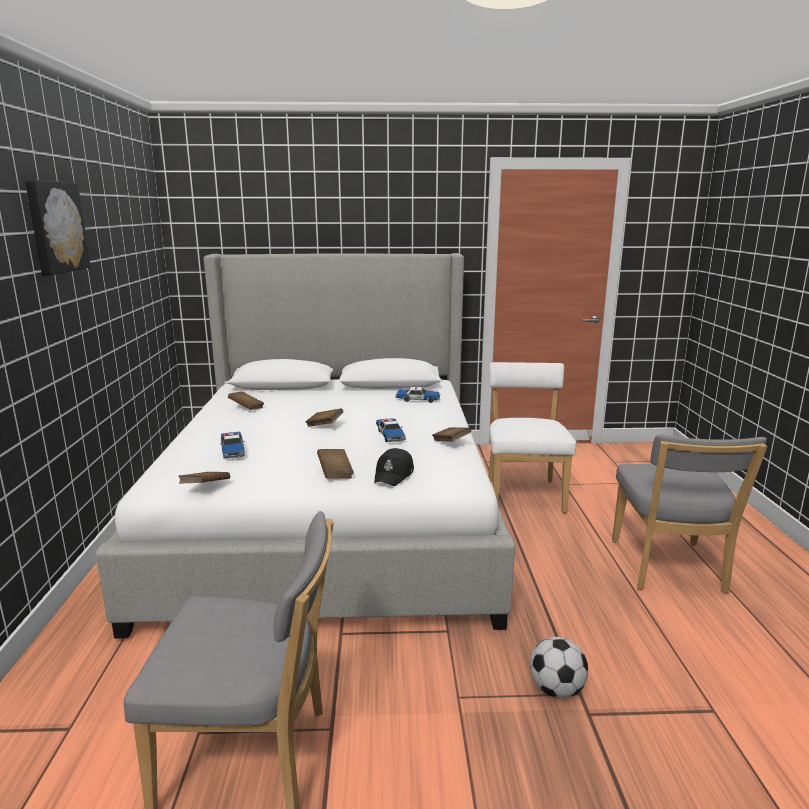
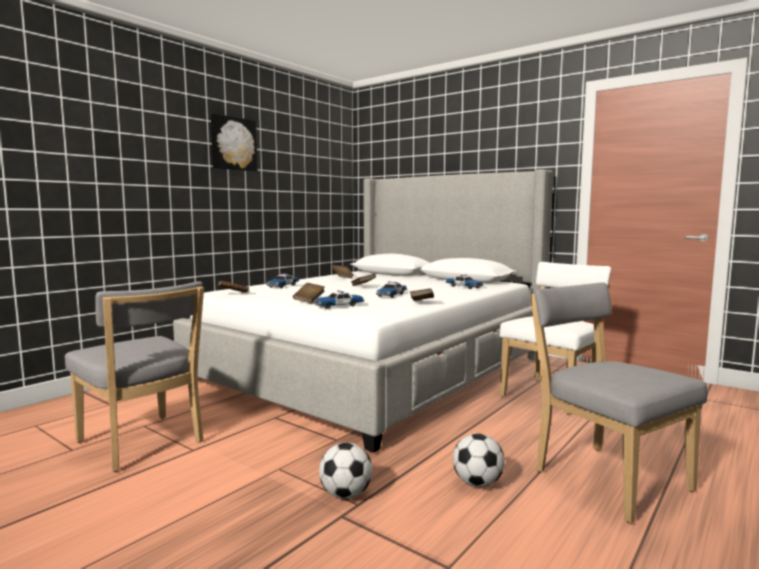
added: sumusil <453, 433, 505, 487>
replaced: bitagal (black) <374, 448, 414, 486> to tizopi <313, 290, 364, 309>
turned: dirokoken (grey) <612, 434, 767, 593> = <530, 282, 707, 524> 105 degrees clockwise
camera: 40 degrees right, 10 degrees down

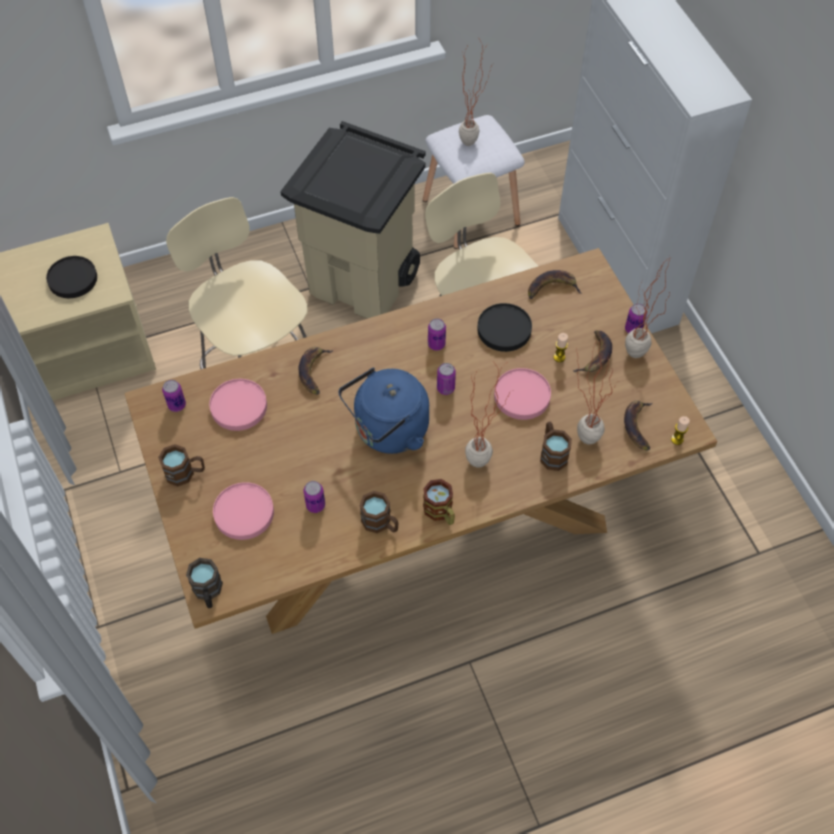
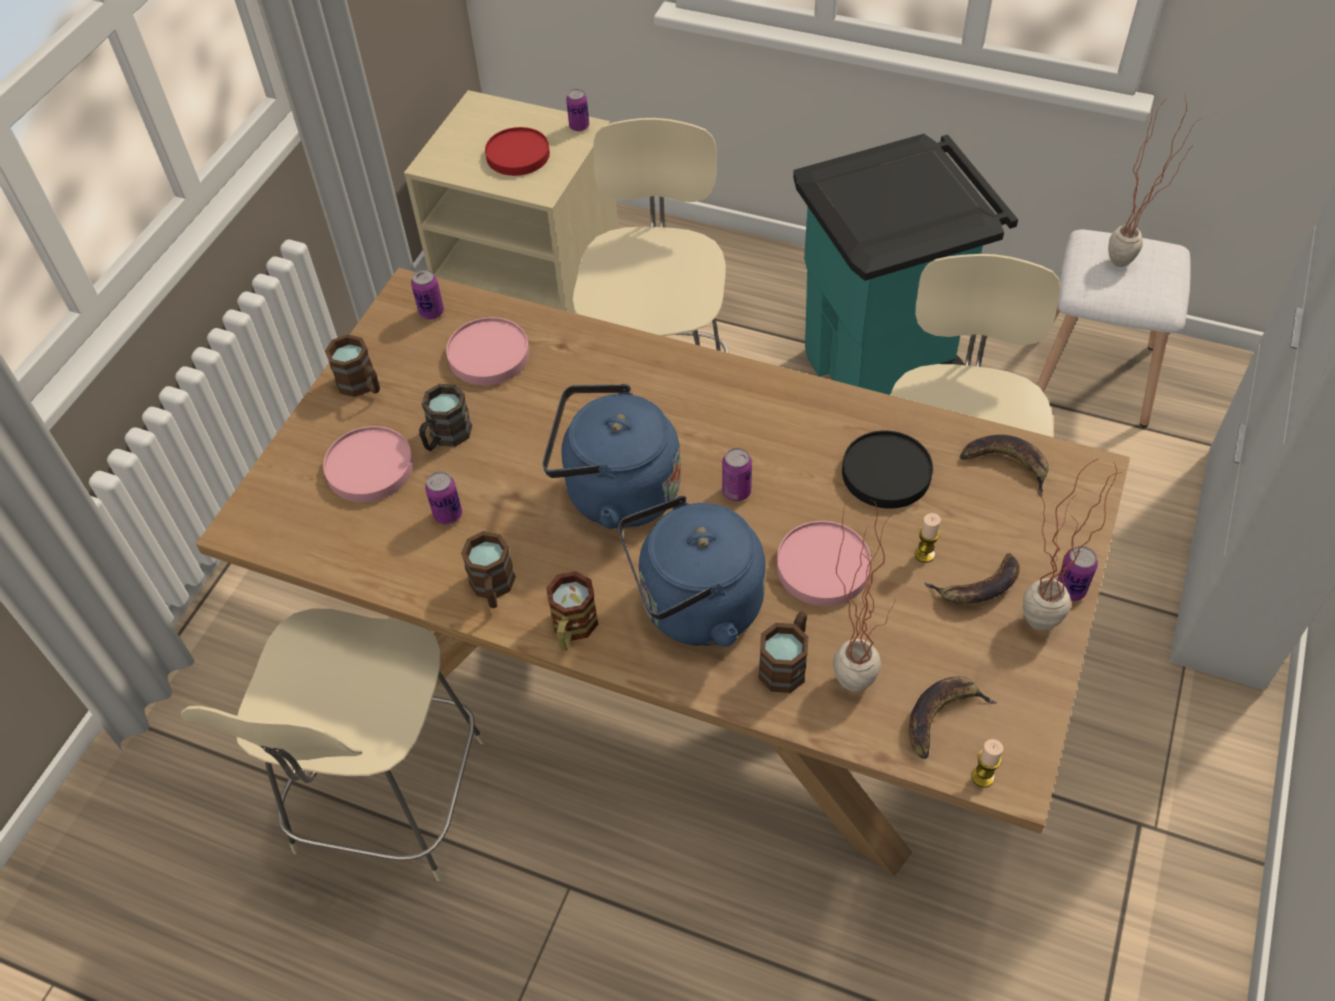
removed: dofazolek <299, 347, 334, 395>
added: dirokoken (beige) <181, 609, 485, 881>
moved: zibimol <428, 319, 446, 350> to <566, 89, 589, 131>; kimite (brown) <186, 558, 223, 608> to <419, 384, 472, 451>
replaced: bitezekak <465, 361, 512, 468> to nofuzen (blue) <618, 496, 766, 646>
recoloured: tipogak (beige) <280, 121, 426, 319> to tipogak (turquoise) <793, 134, 1018, 395>; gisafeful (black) <46, 256, 97, 298> to gisafeful (red) <485, 127, 550, 176>
camera: 45 degrees right, 5 degrees down

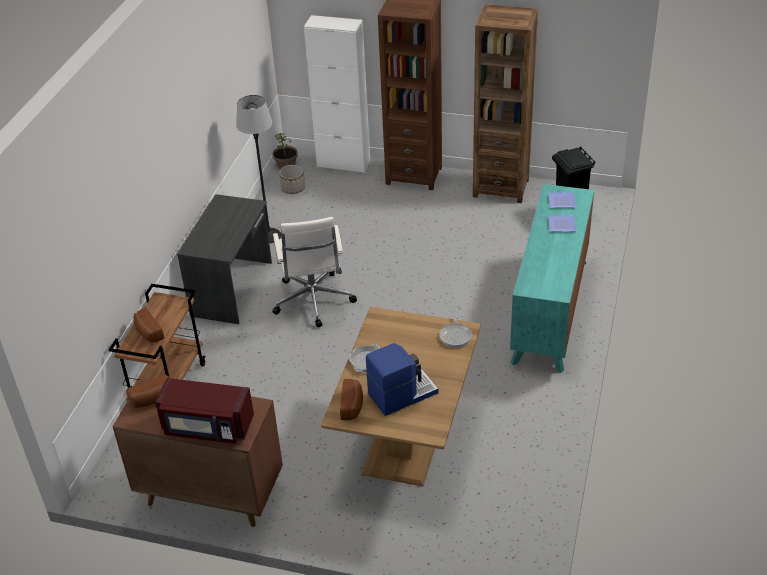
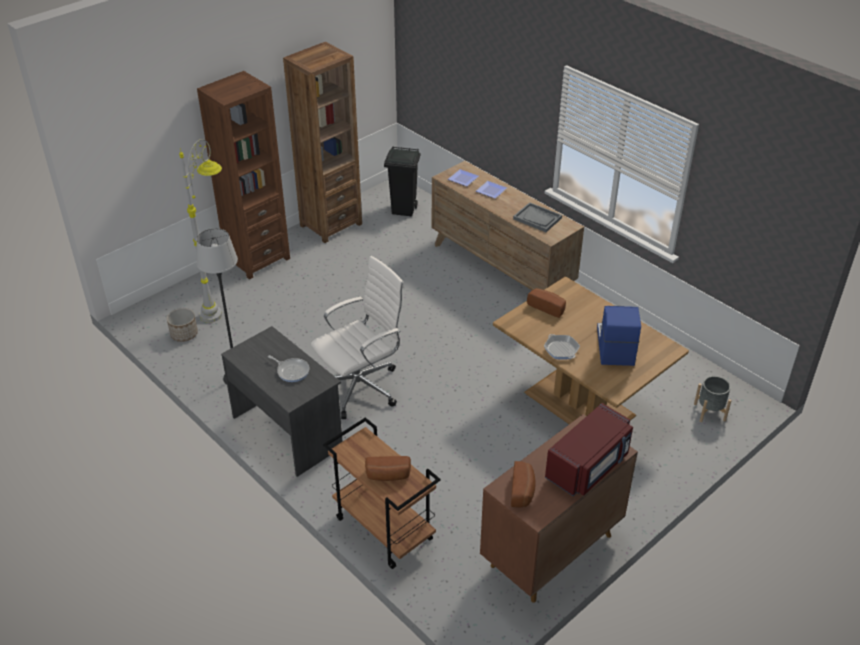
removed: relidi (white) <304, 15, 370, 173>; bitezekak <272, 133, 298, 169>
added: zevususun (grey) <179, 139, 222, 323>; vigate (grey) <513, 202, 562, 232>; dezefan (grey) <694, 376, 732, 422>
moved: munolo <439, 311, 472, 347> to <268, 355, 309, 382>; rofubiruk <340, 379, 363, 420> to <527, 288, 566, 318>
recoloured: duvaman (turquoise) <510, 184, 594, 373> to duvaman (brown) <432, 161, 584, 290>
turned: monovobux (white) <272, 217, 357, 327> = <311, 256, 404, 419> 60 degrees counterclockwise
camera: 60 degrees left, 0 degrees up

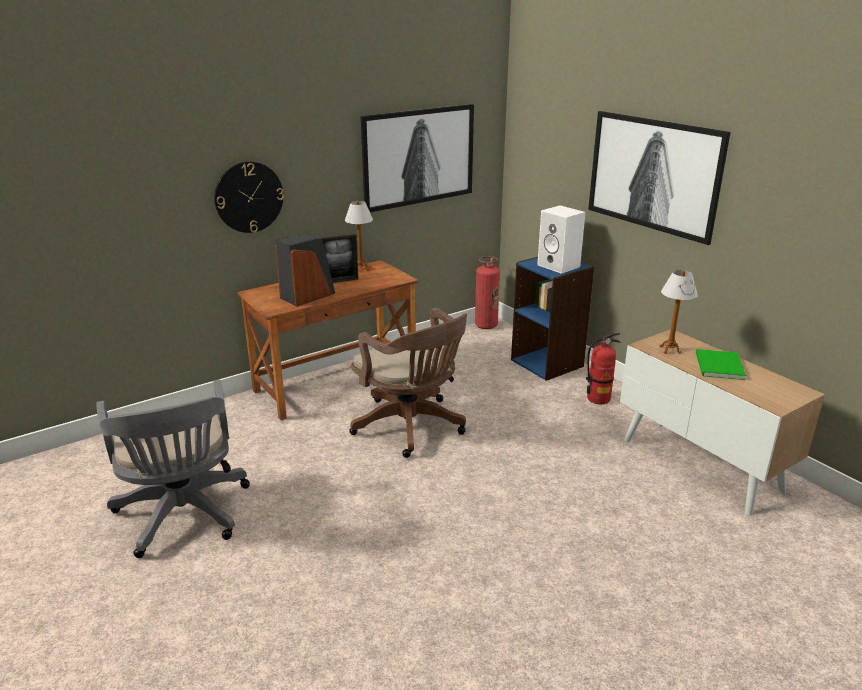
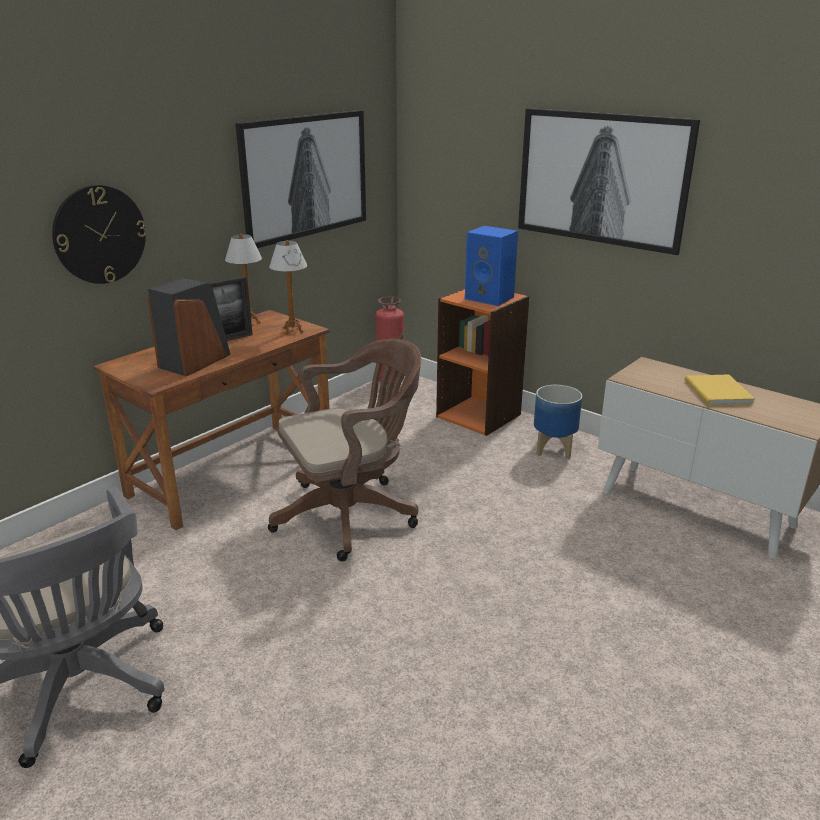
moved: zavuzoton <660, 270, 698, 354> to <269, 240, 307, 335>
replaced: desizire <586, 333, 621, 404> to dezefan <534, 385, 582, 459>
recoloured: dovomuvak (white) <537, 205, 585, 274> to dovomuvak (blue) <465, 226, 518, 306>; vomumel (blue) <511, 257, 594, 381> to vomumel (orange) <436, 288, 530, 436>; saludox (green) <696, 349, 746, 380> to saludox (yellow) <685, 375, 755, 406>
turned: monovobux (brown) <349, 308, 467, 458> = <268, 339, 421, 561> 60 degrees counterclockwise
camera: 15 degrees left, 0 degrees up

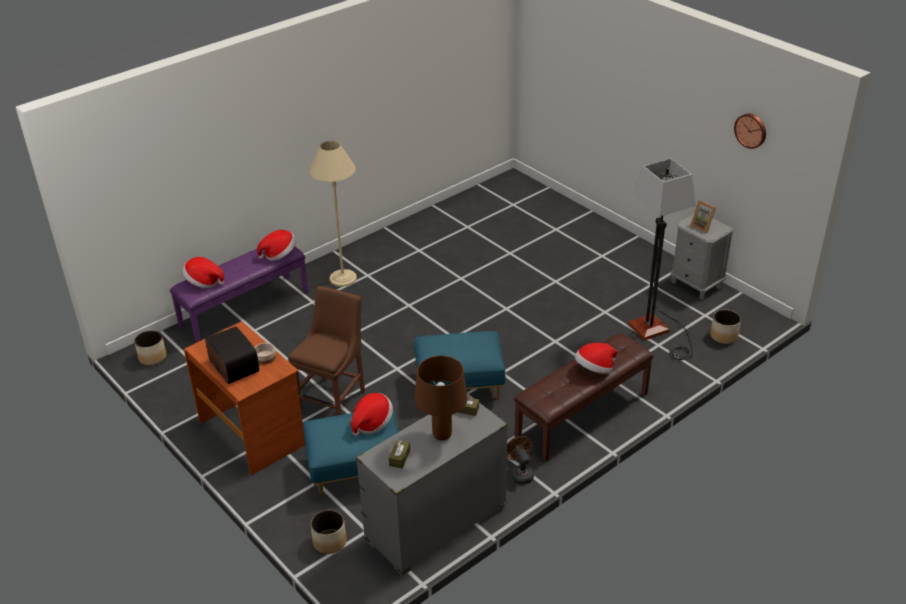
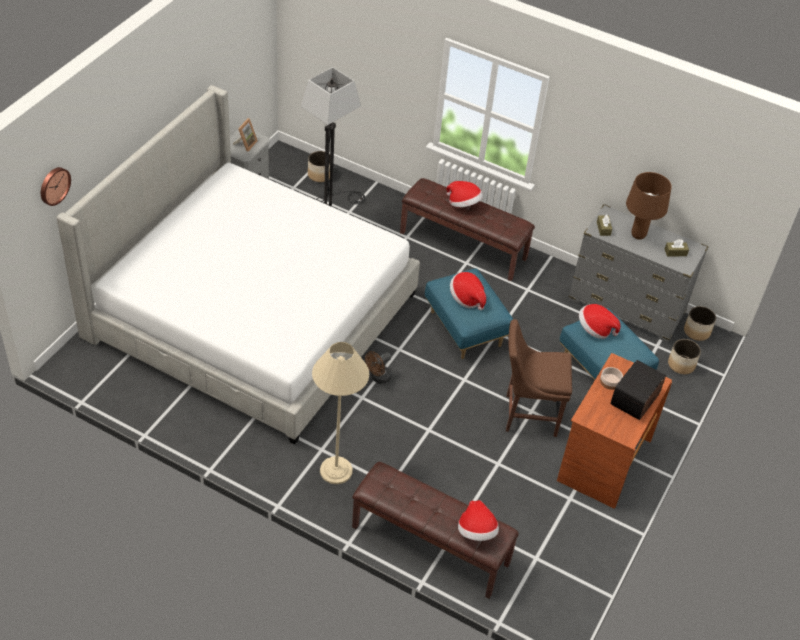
added: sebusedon <57, 85, 420, 444>
moved: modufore <734, 113, 766, 149> to <41, 167, 71, 206>; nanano <257, 230, 296, 261> to <450, 272, 486, 310>; dezefan <134, 330, 167, 365> to <684, 306, 716, 341>; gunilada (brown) <507, 436, 534, 484> to <365, 351, 392, 384>
recoloured: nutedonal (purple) <170, 246, 308, 343> to nutedonal (brown) <352, 462, 519, 599>
camera: 115 degrees left, 10 degrees up

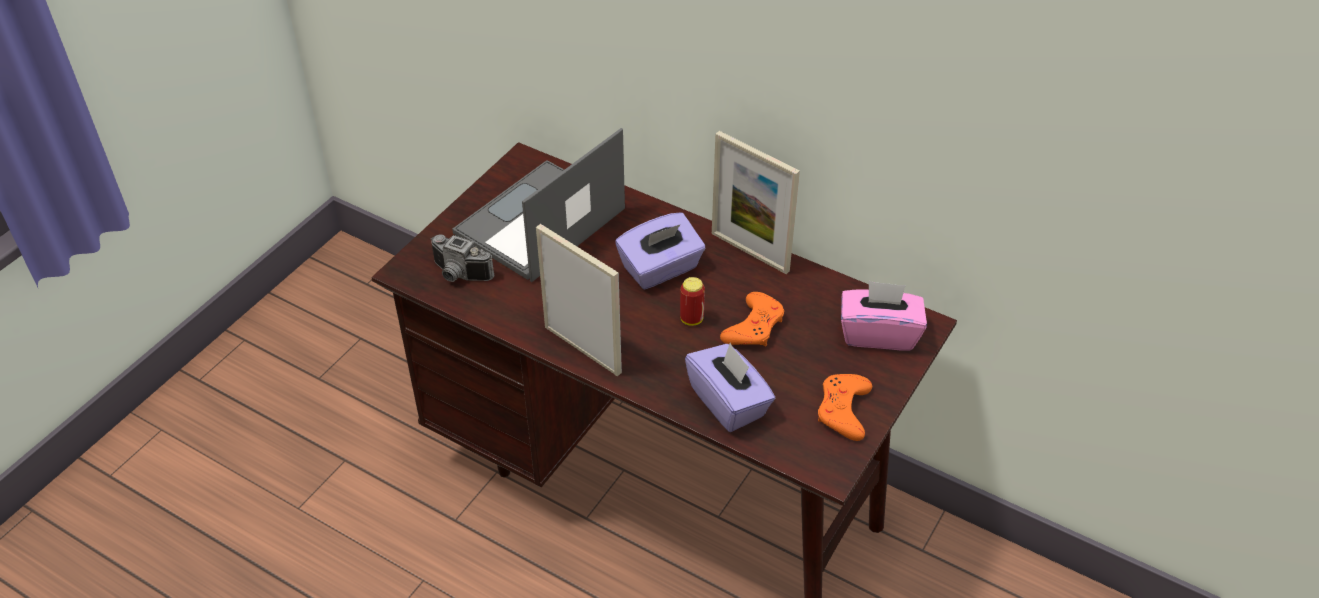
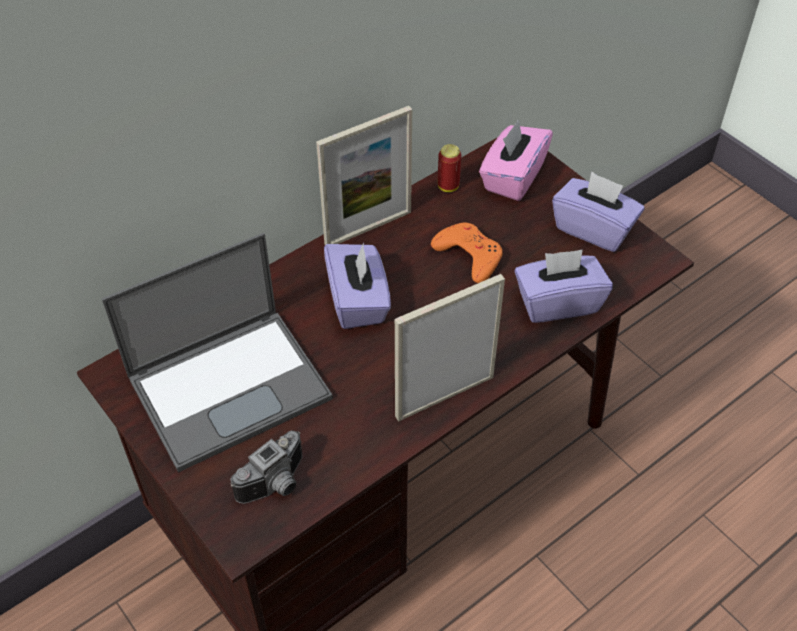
moved: zibimol <680, 277, 705, 326> to <438, 144, 461, 192>
replaced: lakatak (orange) <818, 374, 872, 441> to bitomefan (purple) <552, 172, 645, 252>
turned: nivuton <452, 128, 625, 282> = <102, 233, 333, 473> 90 degrees counterclockwise
camera: 70 degrees left, 5 degrees up

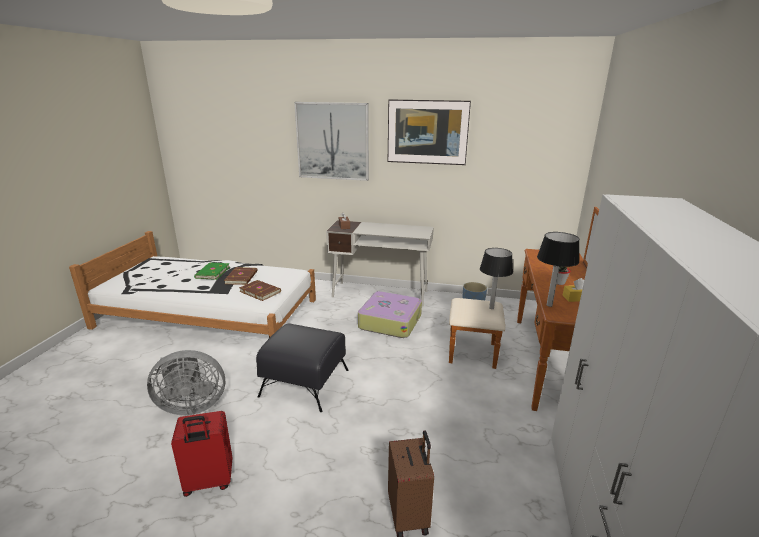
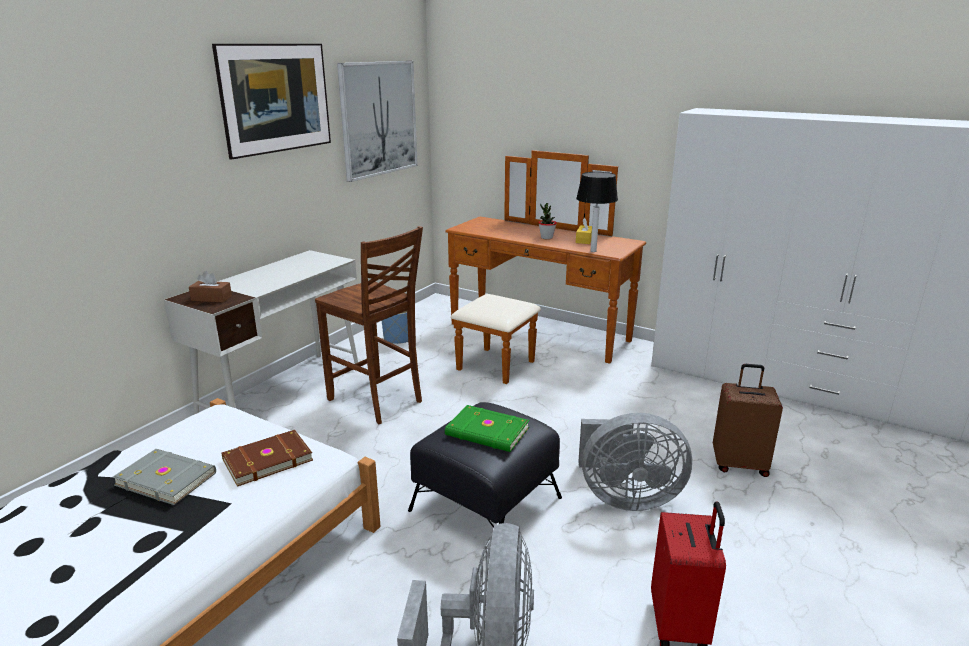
removed: zavuzoton <480, 248, 513, 309>
added: gunilada (grey) <578, 413, 692, 511>
moved: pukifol <294, 102, 369, 181> to <337, 61, 418, 182>; saludox (green) <194, 263, 230, 280> to <445, 405, 529, 452>
replaced: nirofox <358, 291, 422, 338> to dirokoken (brown) <315, 226, 423, 425>
recoloured: saludox (brown) <224, 267, 257, 285> to saludox (grey) <112, 449, 216, 505>
camera: 70 degrees left, 0 degrees up

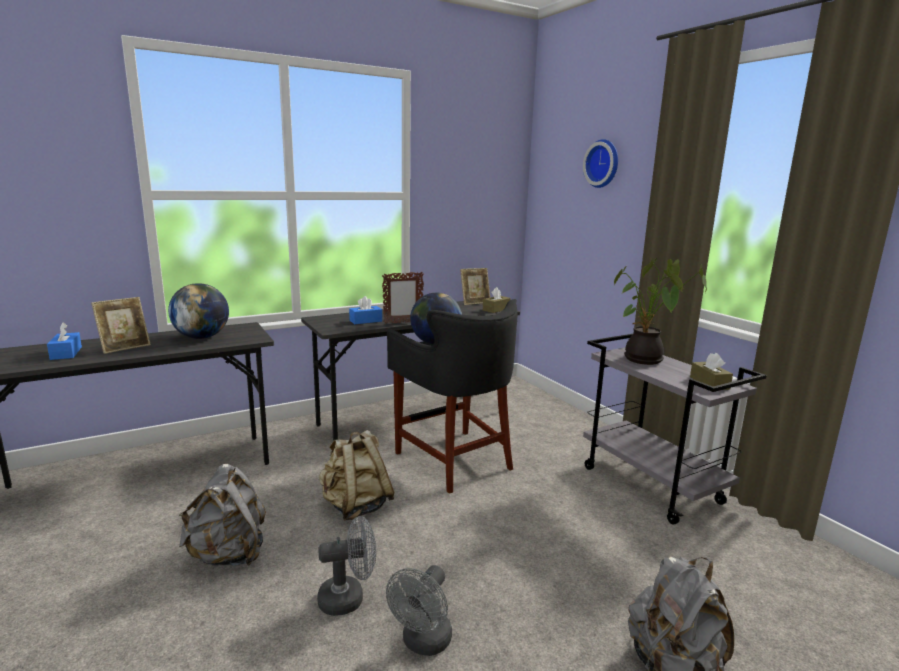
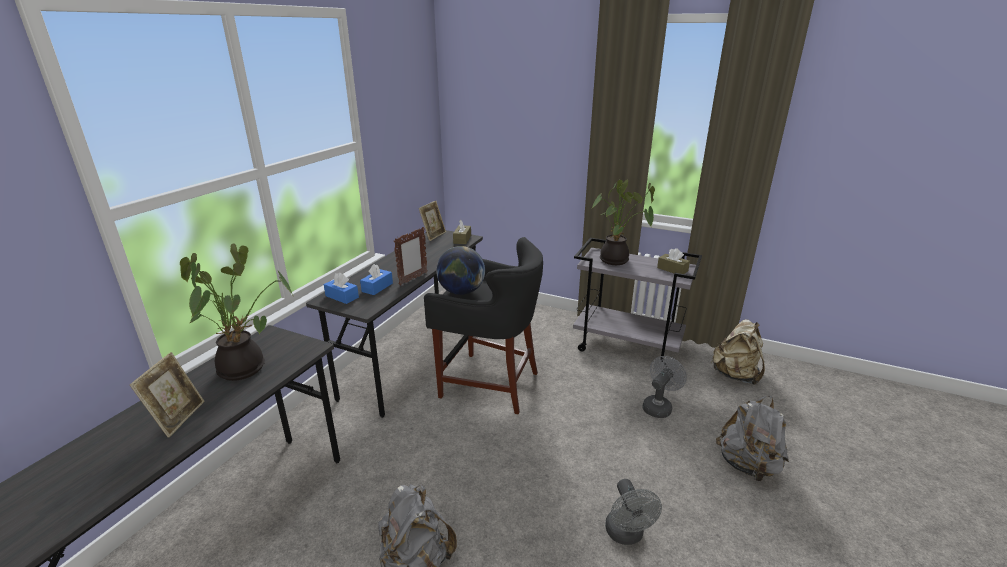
removed: modufore <583, 139, 618, 188>
moved: bitomefan (blue) <47, 323, 82, 360> to <324, 273, 359, 304>; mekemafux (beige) <319, 430, 395, 521> to <711, 319, 765, 385>; gunilada (grey) <317, 516, 376, 616> to <643, 356, 687, 418>
replaced: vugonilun <168, 283, 229, 339> to bitezekak <180, 243, 293, 381>
camera: 35 degrees left, 10 degrees up

